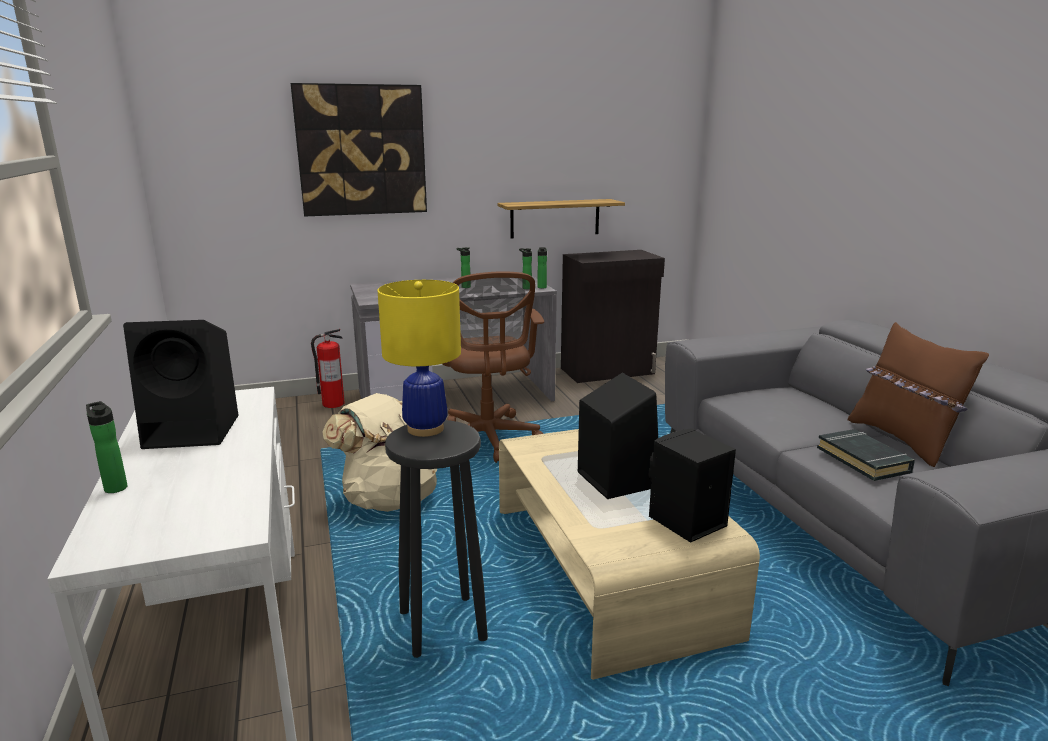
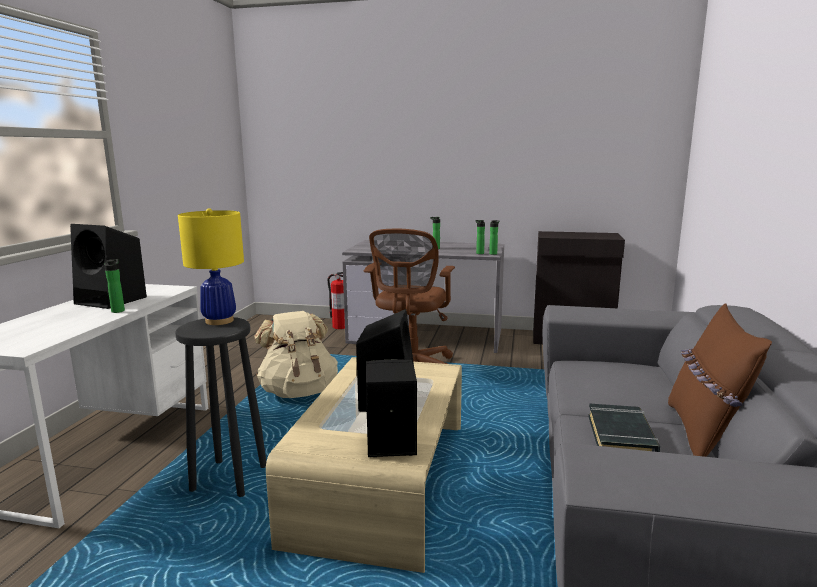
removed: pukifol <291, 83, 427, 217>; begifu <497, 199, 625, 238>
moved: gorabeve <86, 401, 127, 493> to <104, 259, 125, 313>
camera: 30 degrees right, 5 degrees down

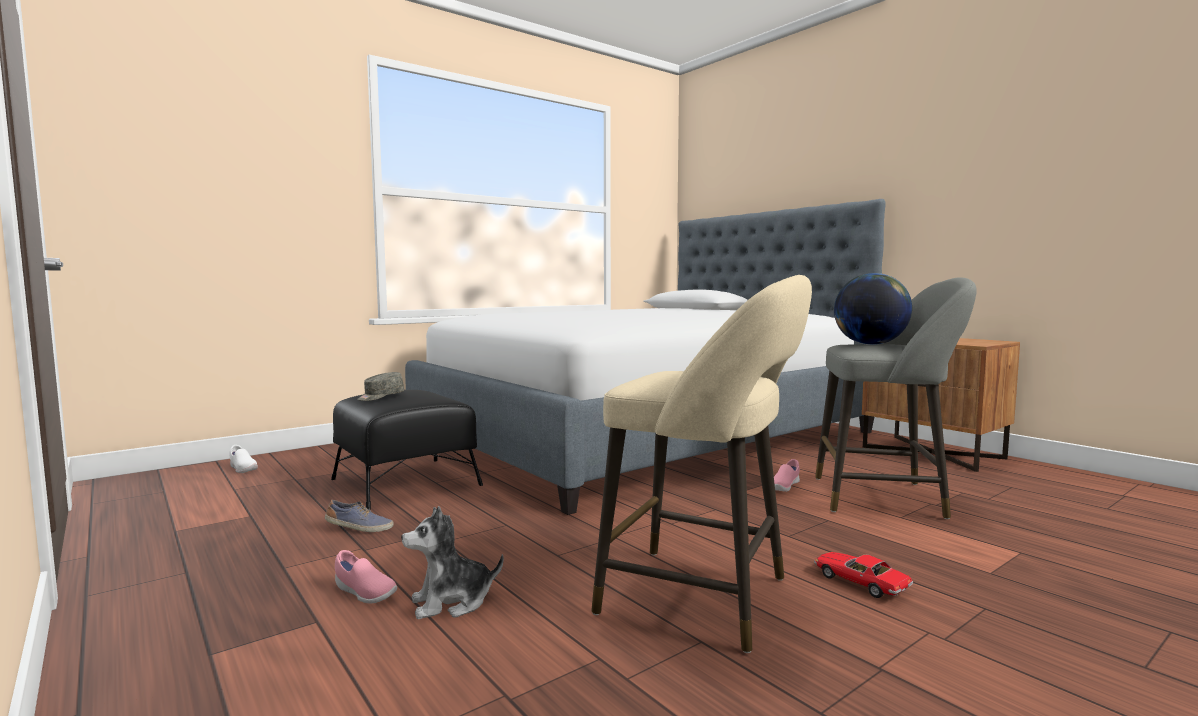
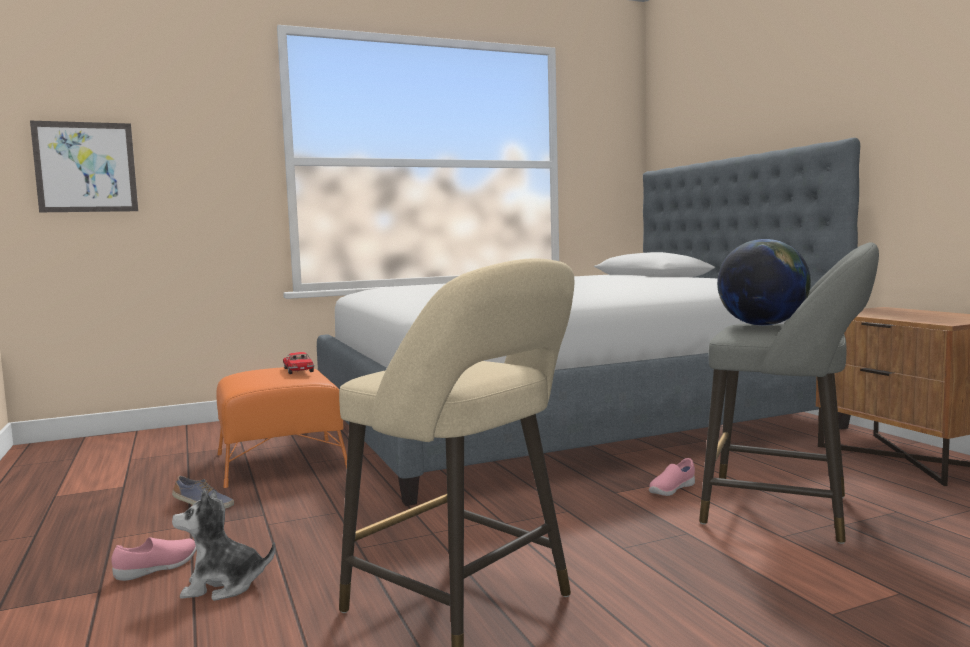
removed: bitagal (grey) <357, 372, 404, 401>; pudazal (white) <230, 445, 258, 473>
added: pukifol <30, 121, 138, 212>
moved: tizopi <814, 552, 913, 598> to <283, 352, 314, 374>
recoloured: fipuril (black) <331, 390, 483, 510> to fipuril (orange) <217, 367, 347, 488>
turned: pudazal (pink) <335, 550, 397, 603> = <111, 537, 196, 581> 90 degrees counterclockwise
camera: 15 degrees right, 0 degrees up

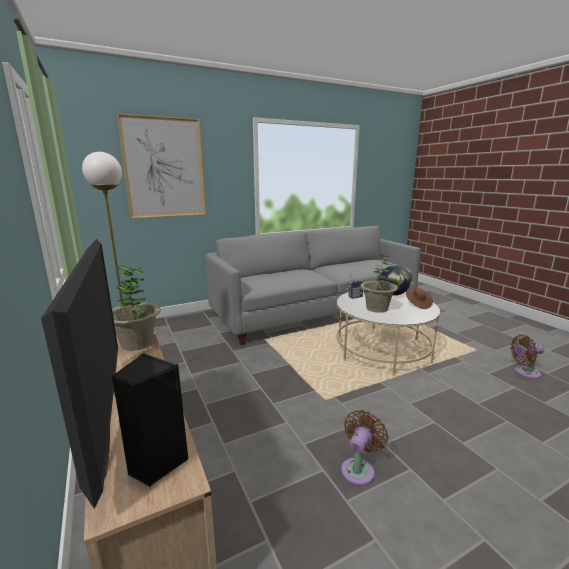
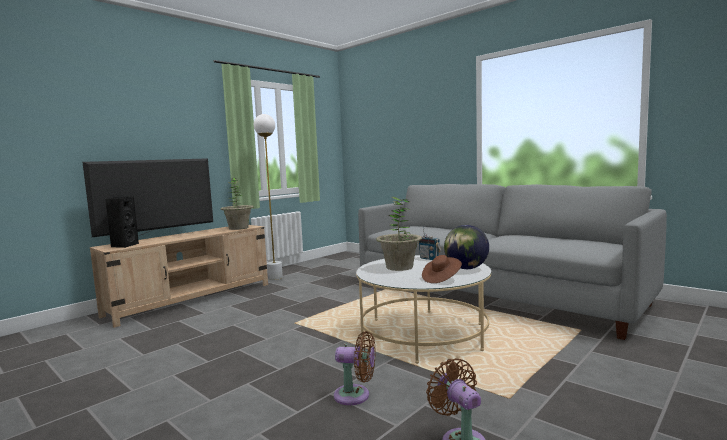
removed: pukifol <117, 114, 206, 219>
moved: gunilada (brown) <341, 410, 388, 486> to <334, 331, 375, 405>
camera: 70 degrees right, 10 degrees down

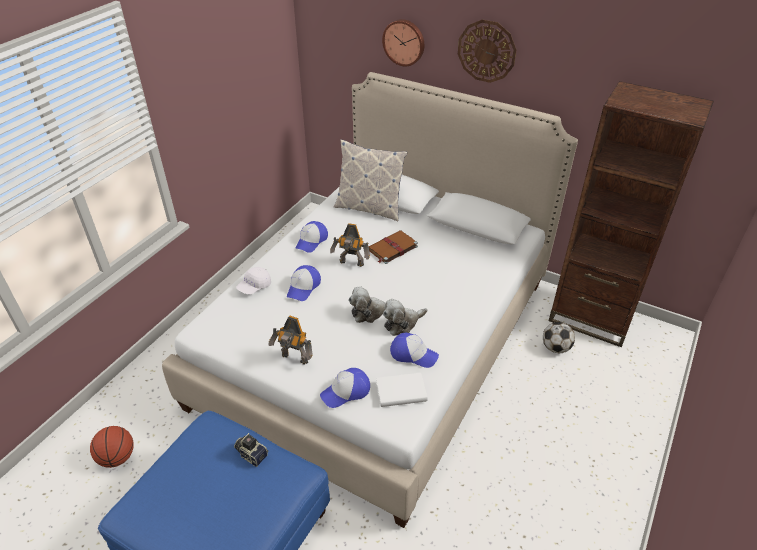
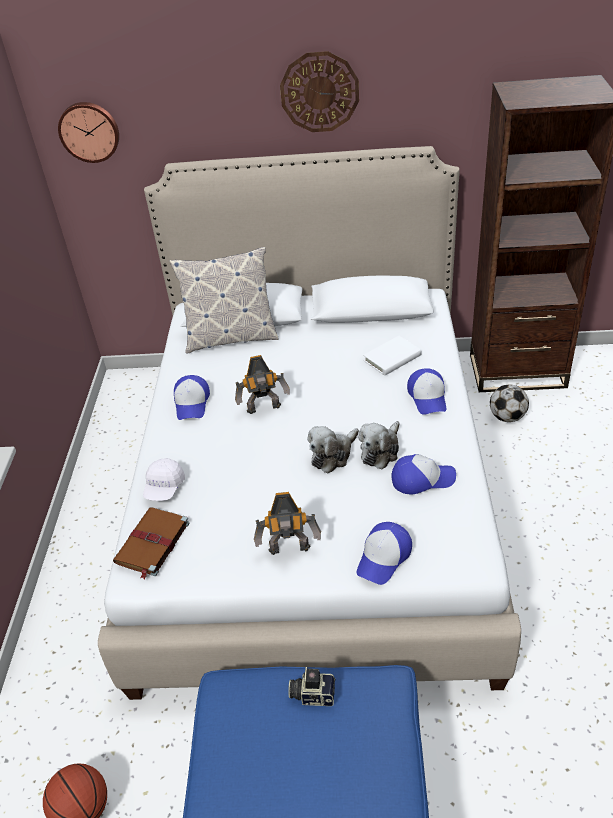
moved: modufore <382, 19, 424, 66> to <58, 102, 119, 163>; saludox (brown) <369, 230, 418, 264> to <113, 508, 190, 579>; bitagal <287, 265, 321, 301> to <407, 368, 446, 415>; saludox (white) <376, 373, 427, 407> to <363, 336, 422, 376>
camera: 25 degrees left, 0 degrees up

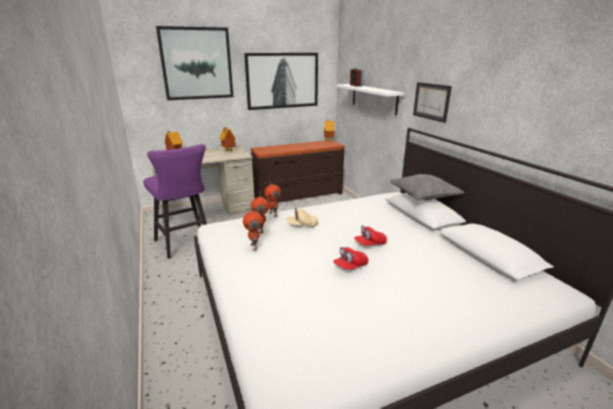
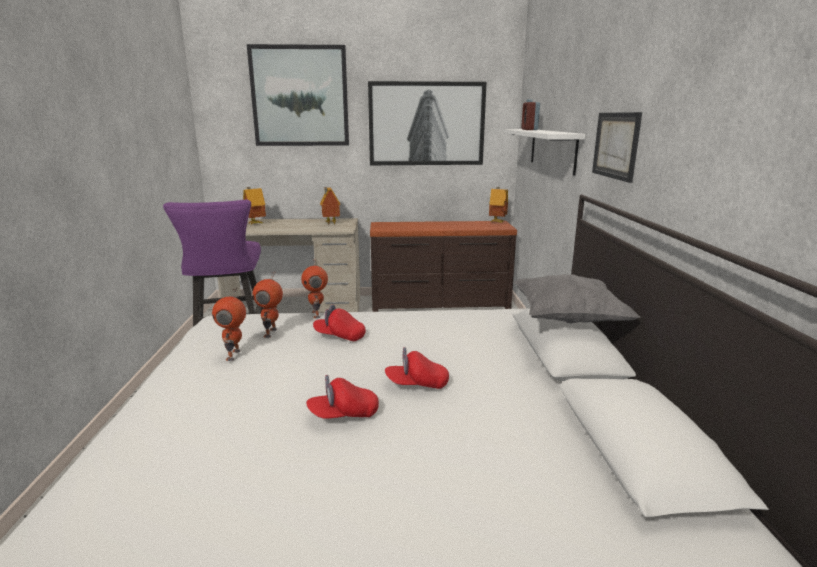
recoloured: bitagal (beige) <286, 207, 318, 227> to bitagal (red) <313, 305, 366, 341>
camera: 20 degrees right, 5 degrees down

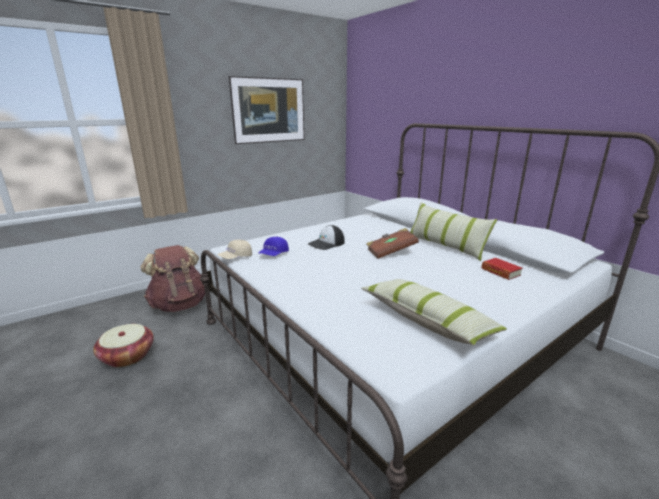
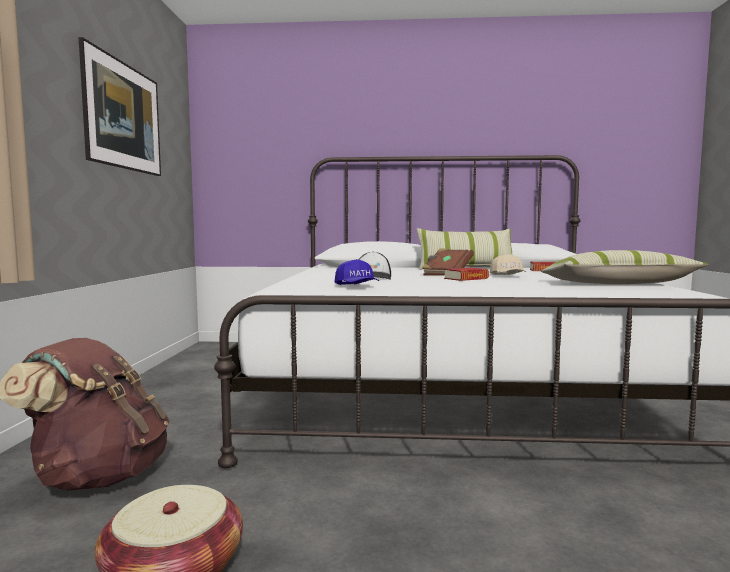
added: saludox <444, 268, 489, 281>
moved: bitagal (beige) <217, 240, 252, 259> to <490, 254, 526, 275>
camera: 50 degrees left, 15 degrees down

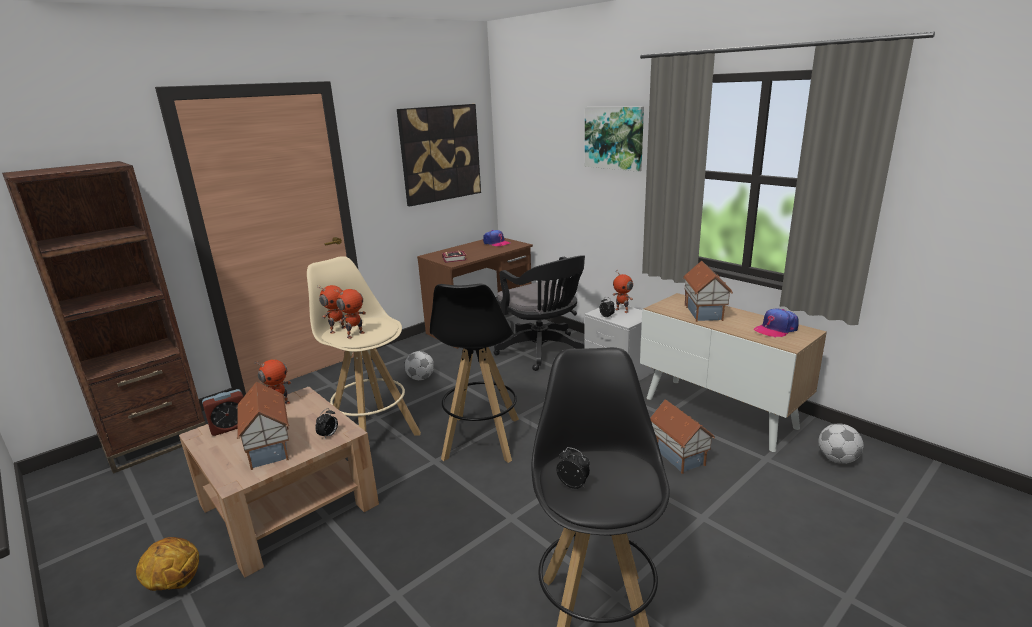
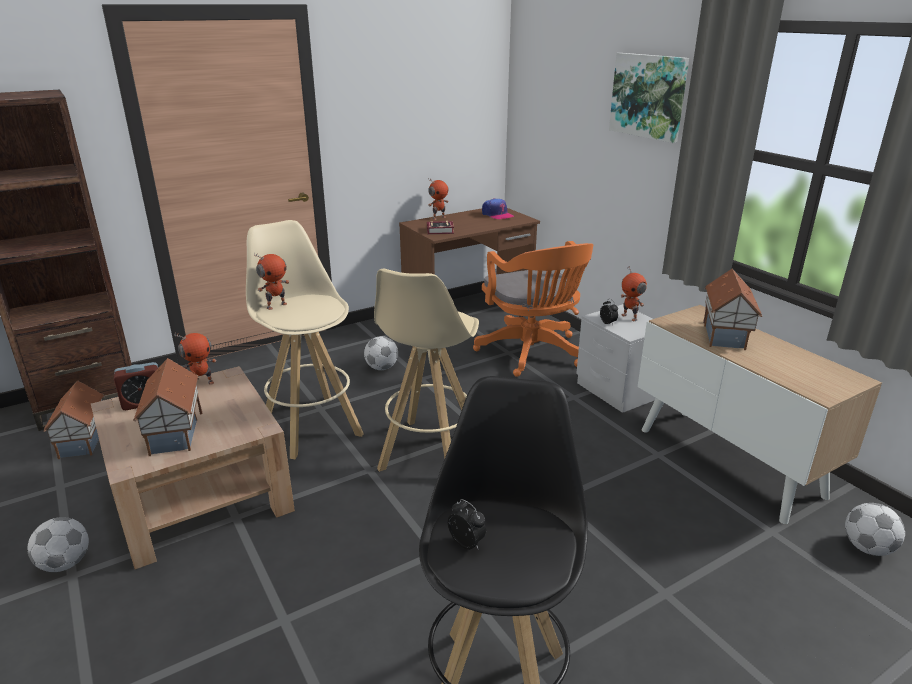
removed: pukifol <397, 104, 481, 206>; bitagal <754, 308, 799, 337>; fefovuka <315, 408, 338, 439>
moved: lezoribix <334, 289, 366, 339> to <428, 179, 449, 220>; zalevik <650, 400, 715, 474> to <43, 381, 105, 459>
replaced: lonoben <136, 537, 199, 591> to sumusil <27, 517, 89, 572>
recoloured: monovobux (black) <494, 256, 585, 371> to monovobux (orange) <473, 241, 593, 377>; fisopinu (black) <430, 284, 519, 463> to fisopinu (beige) <374, 269, 479, 472>
camera: 10 degrees right, 5 degrees up

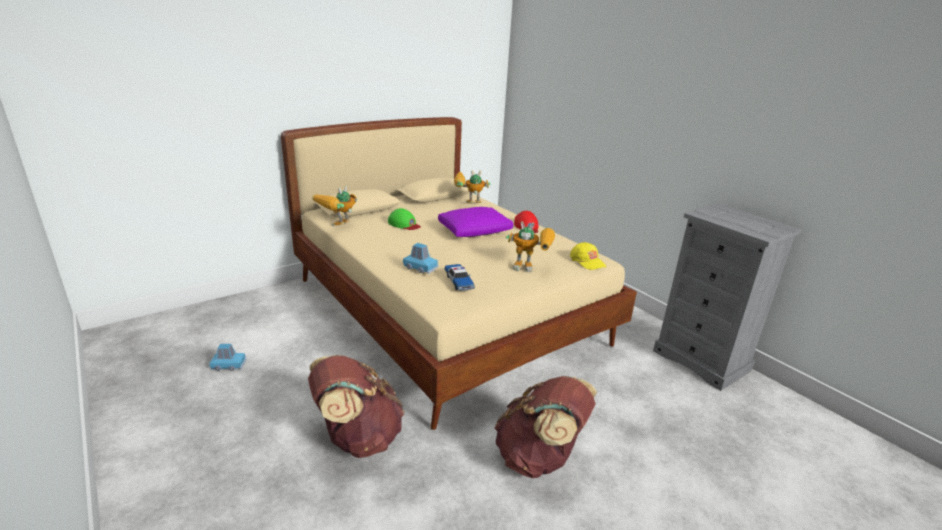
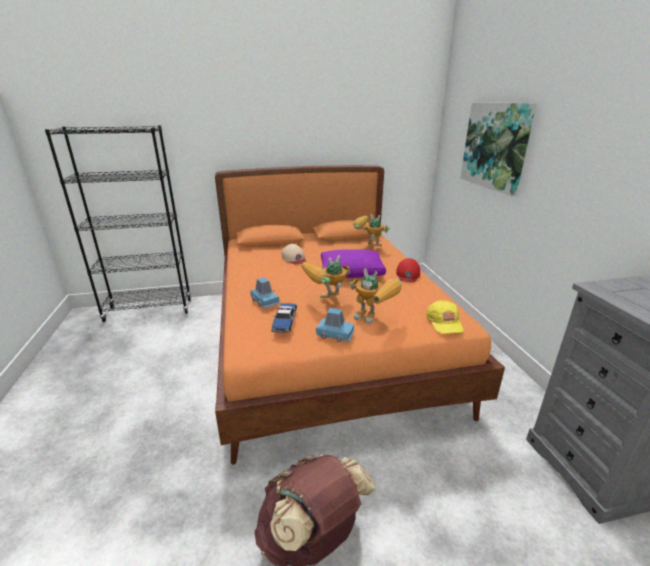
removed: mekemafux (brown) <308, 355, 404, 458>
added: pukifol <460, 102, 537, 196>; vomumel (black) <45, 125, 191, 322>
moved: lezoribix <312, 185, 357, 226> to <301, 255, 350, 298>; tizopi (blue) <209, 344, 247, 371> to <316, 308, 355, 342>
recoloured: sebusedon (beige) <281, 117, 637, 430> to sebusedon (orange) <215, 165, 505, 465>; bitagal (green) <388, 208, 421, 230> to bitagal (beige) <282, 244, 306, 264>
camera: 25 degrees right, 0 degrees up

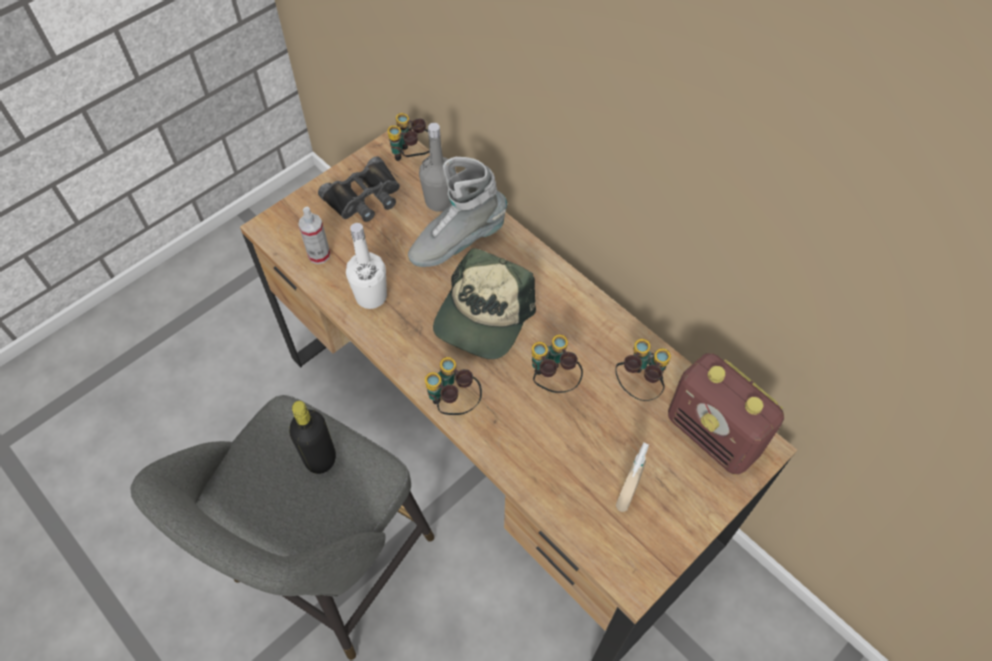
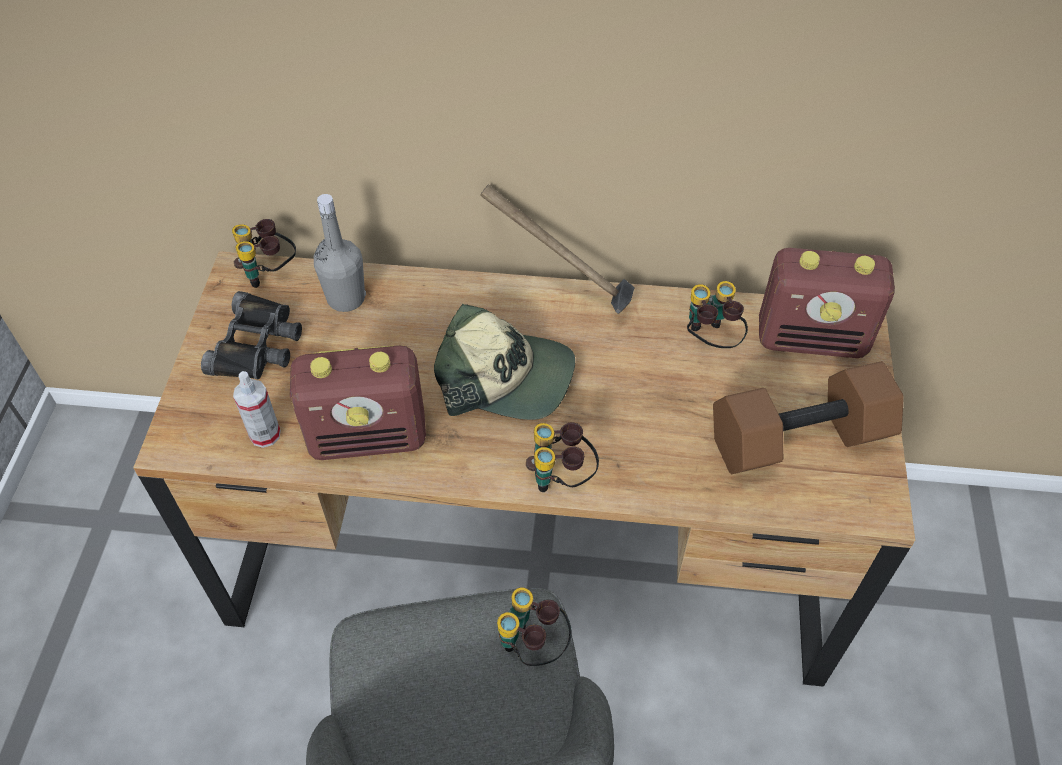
removed: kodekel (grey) <408, 157, 507, 267>; gorabeve (black) <289, 401, 336, 474>
added: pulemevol <480, 184, 635, 314>
moved: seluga <532, 335, 583, 393> to <497, 587, 572, 666>
replaced: gorabeve (white) <346, 223, 387, 309> to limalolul <290, 346, 426, 460>; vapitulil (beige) <616, 443, 649, 512> to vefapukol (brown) <713, 361, 904, 474>
turned: bitagal <433, 248, 536, 359> = <434, 303, 575, 420> 60 degrees counterclockwise
camera: 40 degrees left, 5 degrees down

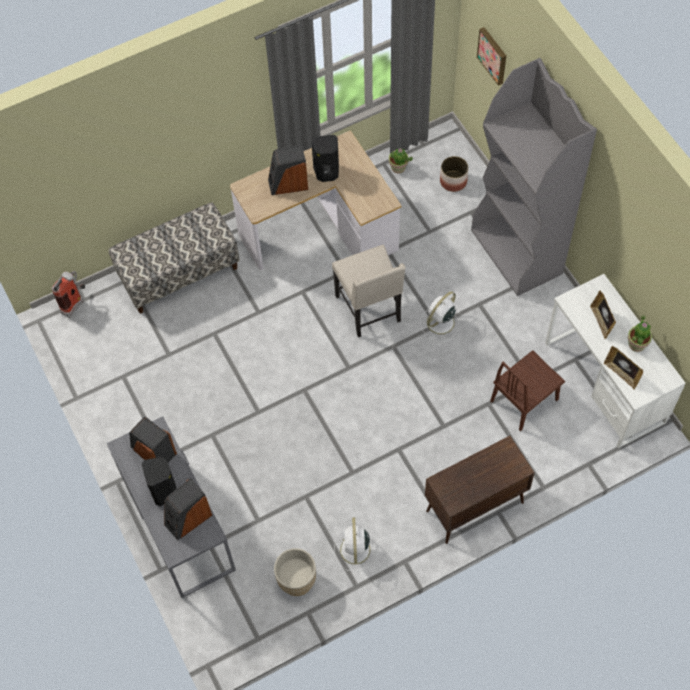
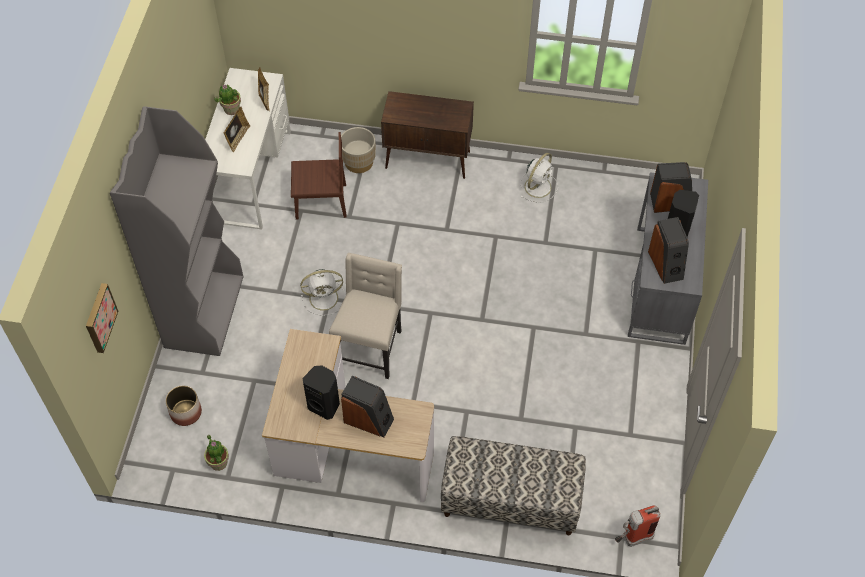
moved: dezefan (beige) <274, 548, 316, 596> to <341, 127, 376, 173>
camera: 145 degrees left, 5 degrees down

